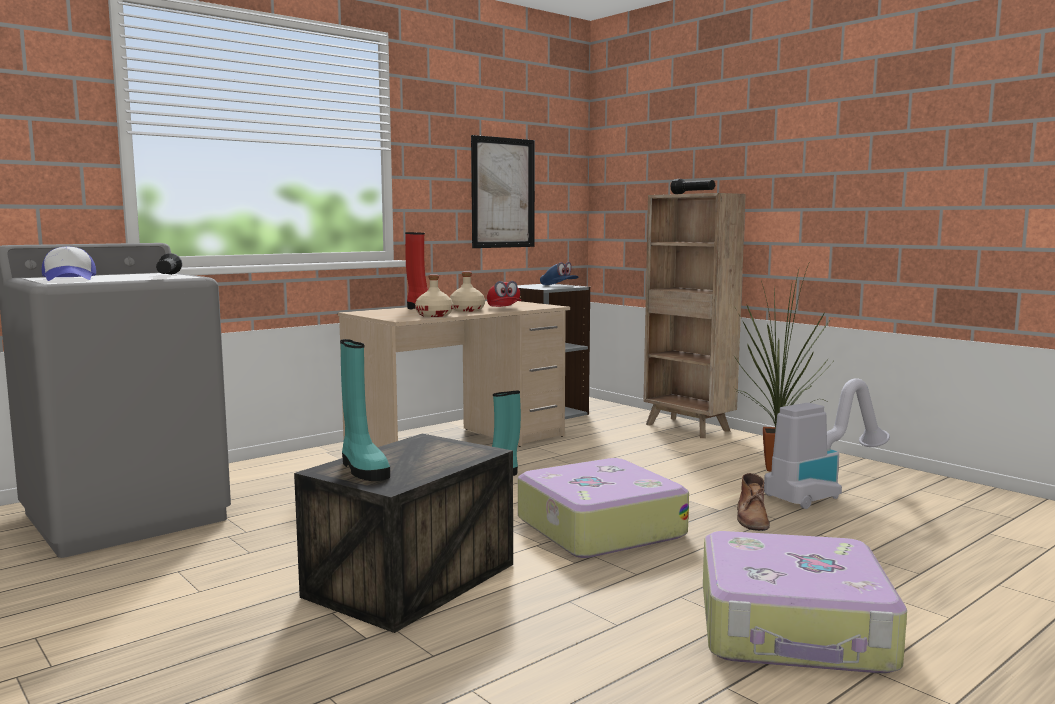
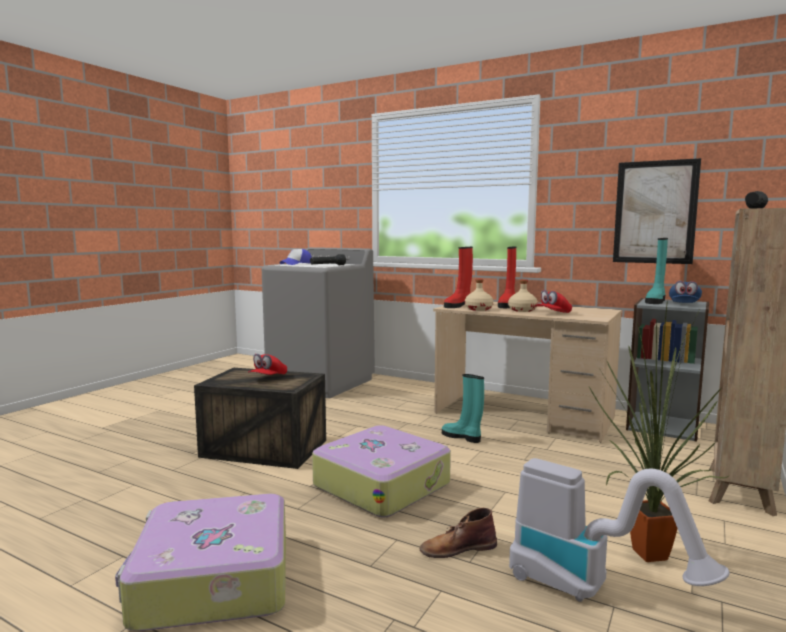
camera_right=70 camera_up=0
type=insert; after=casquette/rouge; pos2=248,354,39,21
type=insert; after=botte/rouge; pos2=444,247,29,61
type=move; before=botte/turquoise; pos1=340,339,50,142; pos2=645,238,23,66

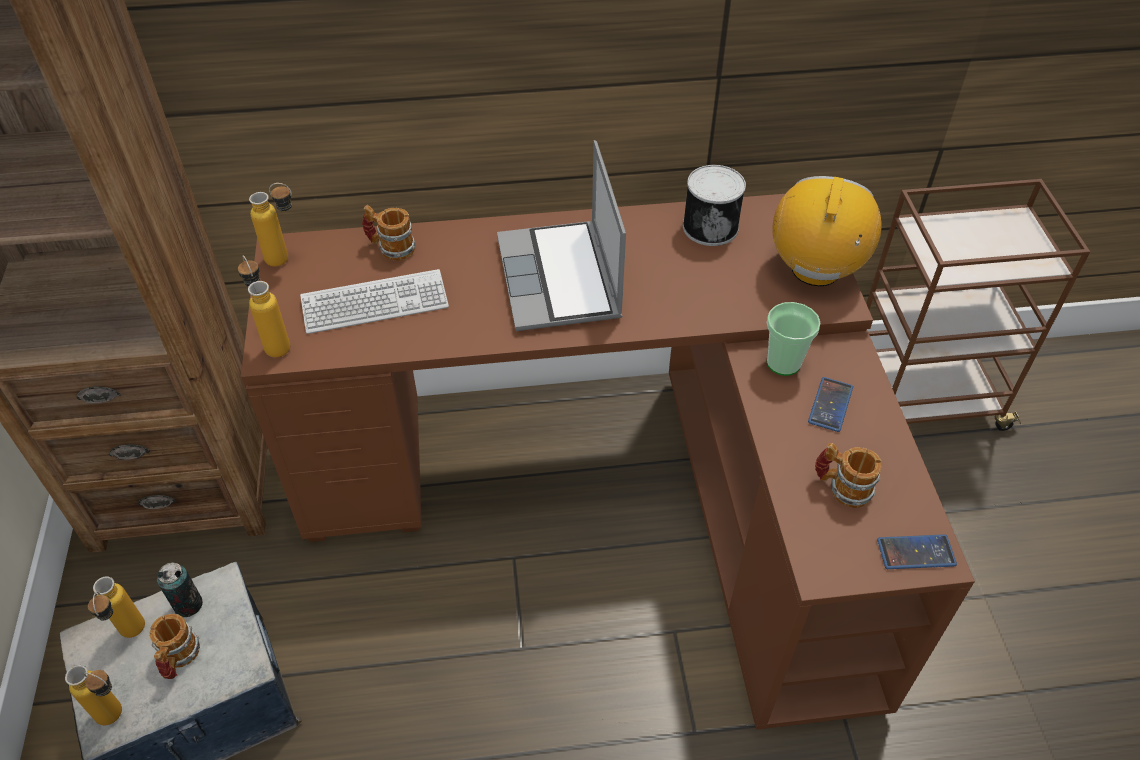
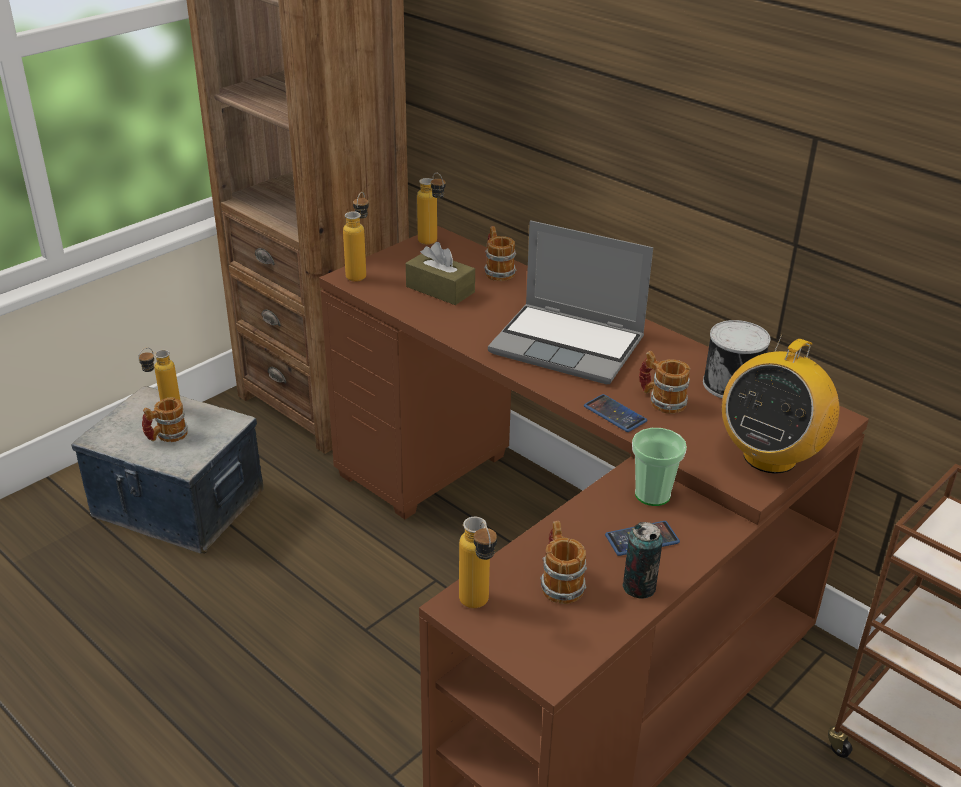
camera_right=50 camera_up=-15
type=insert; after=mug; pos2=639,351,51,63
type=move; before=bouteille; pos1=65,665,57,60; pos2=459,517,38,91
type=move; before=boîte métallique; pos1=157,563,46,54; pos2=622,522,41,77
type=move; before=téléphone; pos1=877,534,80,35; pos2=584,394,63,38
type=replace; before=clavier; after=boîte à mouchoirs/marron; pos1=300,269,149,65; pos2=406,242,69,63
type=rotate; before=ordinateur portable; pos1=497,140,129,191; pos2=488,220,165,165; turn=-105
type=rotate; before=radio; pos1=773,176,109,110; pos2=722,334,118,140; turn=150

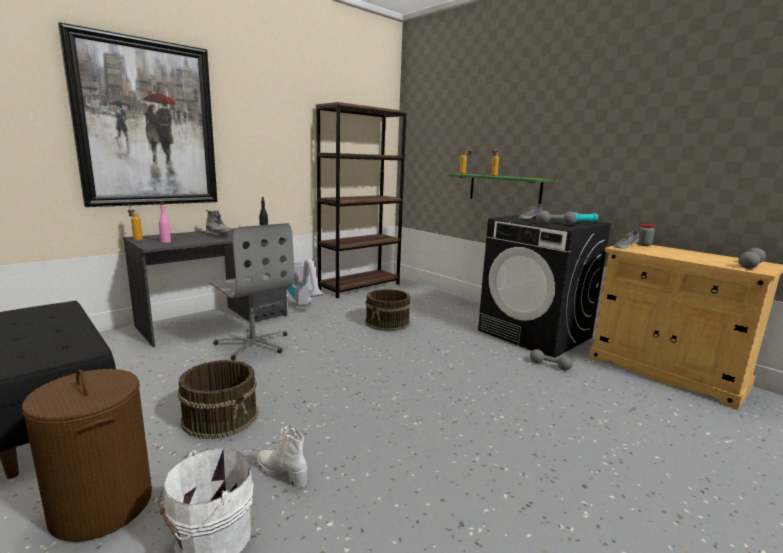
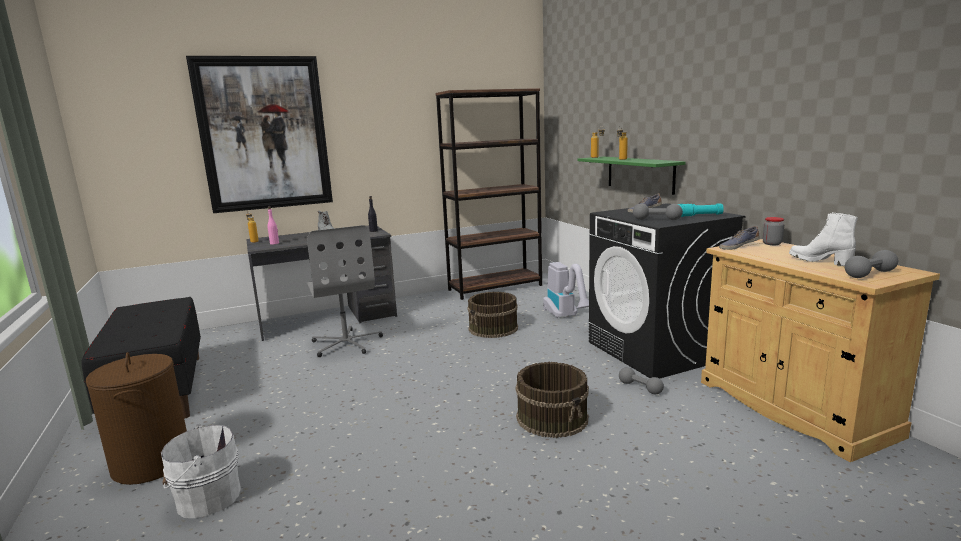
camera_right=20 camera_up=0
type=move; before=seau/marron; pos1=178,360,80,79; pos2=515,362,74,76
type=move; before=botte/blanc; pos1=257,426,50,62; pos2=789,212,69,54
type=move; before=aspirateur; pos1=286,258,38,49; pos2=543,262,46,56

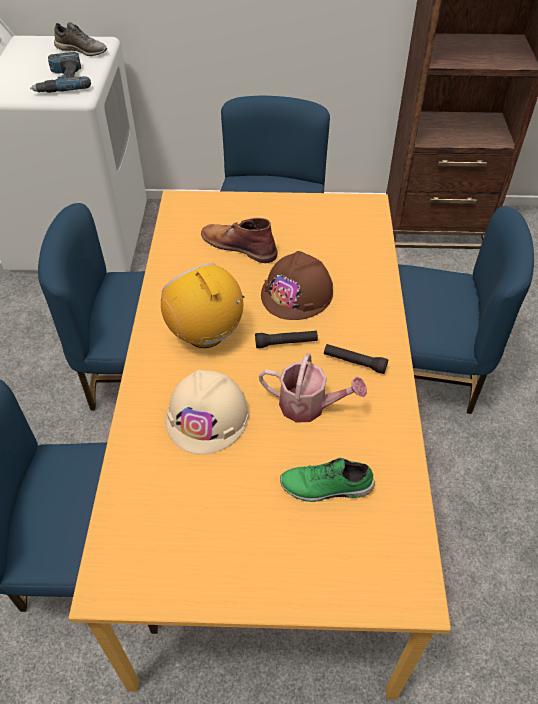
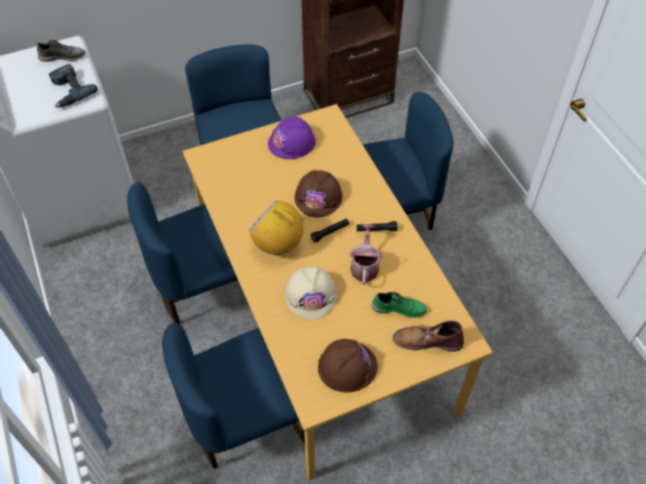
camera_right=-25 camera_up=5
type=insert; after=casque de chantier/violet; pos2=268,116,48,43
type=insert; after=casque de chantier/marron; pos2=318,339,60,54
type=move; before=botte/marron; pos1=201,218,76,45; pos2=393,320,71,31
type=rotate; before=arrosoir; pos1=259,353,108,70; pos2=350,224,32,61; turn=-75
type=rotate; before=chaussure/vert; pos1=280,458,95,44; pos2=371,292,56,26; turn=-150

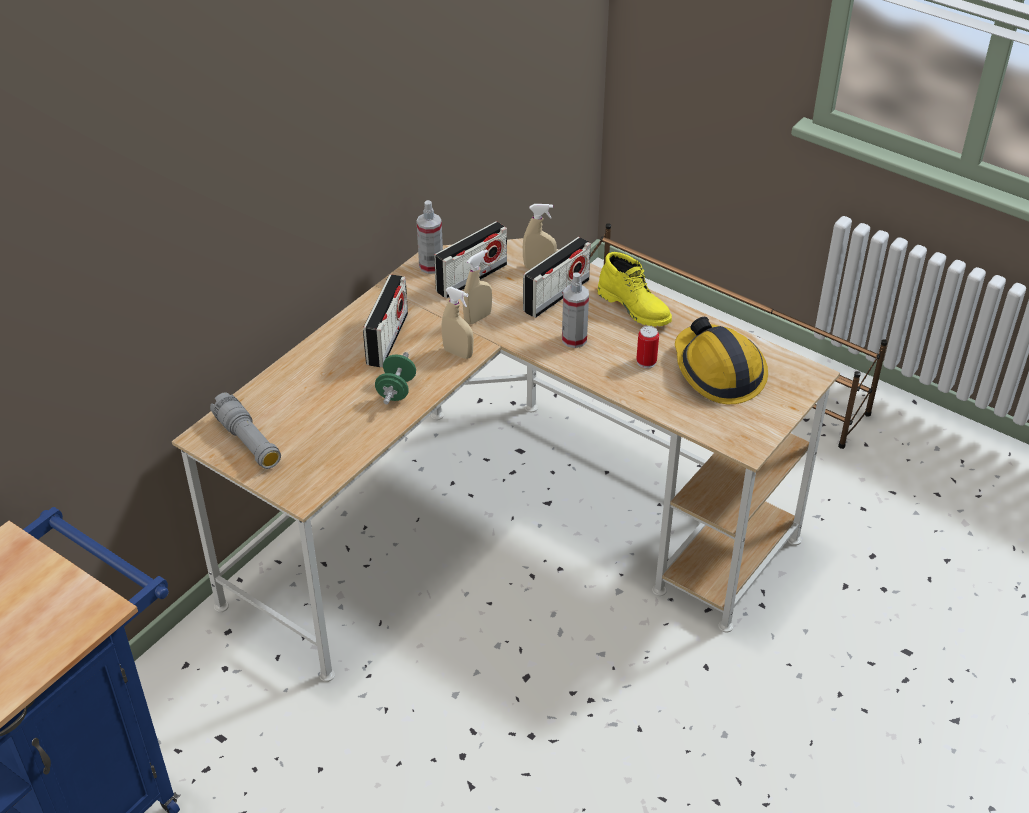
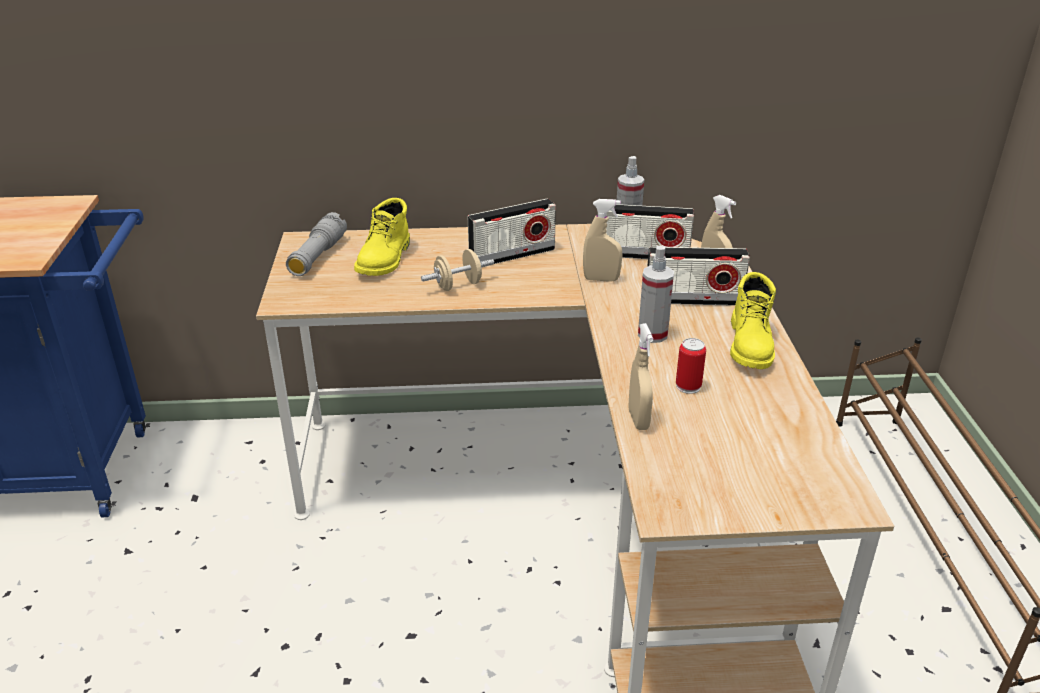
camera_right=50 camera_up=-10
type=delete; before=casque de chantier; pos1=675,317,93,87
type=insert; after=botte/jaune; pos2=354,198,56,78
type=move; before=vaporisateur/beige; pos1=441,287,33,72; pos2=628,323,25,107
type=recolor; before=haltère/vert; after=haltère/beige; pos1=375,352,41,52; pos2=421,249,73,42

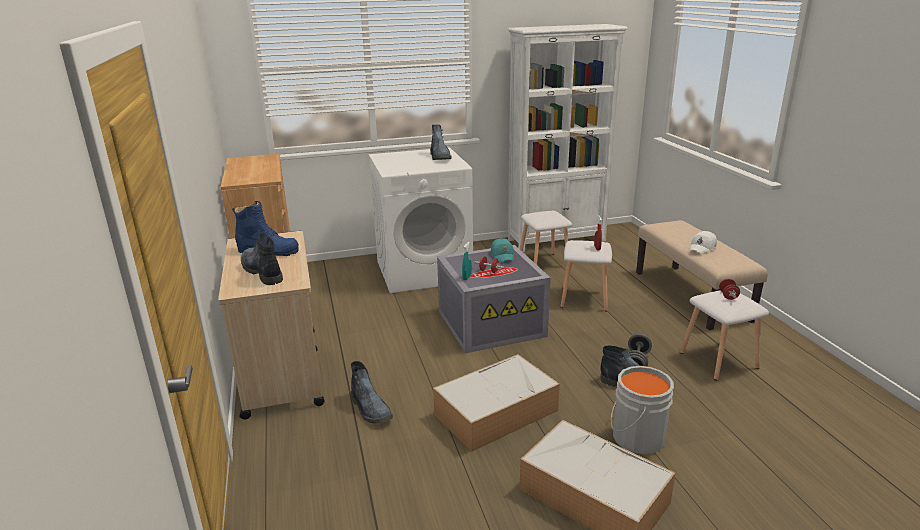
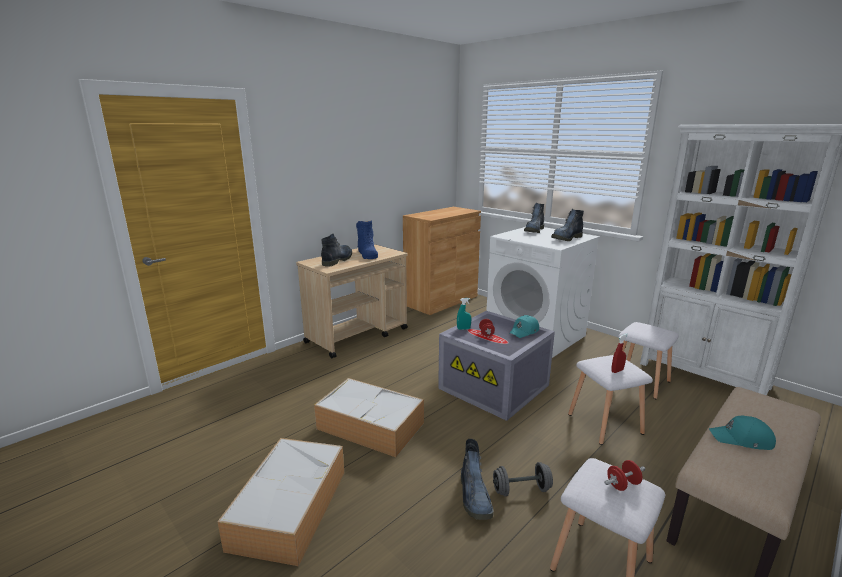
camera_right=60 camera_up=-5
type=delete; before=seau/gris; pos1=611,366,63,88
type=move; before=botte; pos1=351,361,42,63; pos2=524,203,20,30
type=recolor; before=casquette/blanc; after=casquette/turquoise; pos1=689,231,28,23; pos2=709,416,67,34

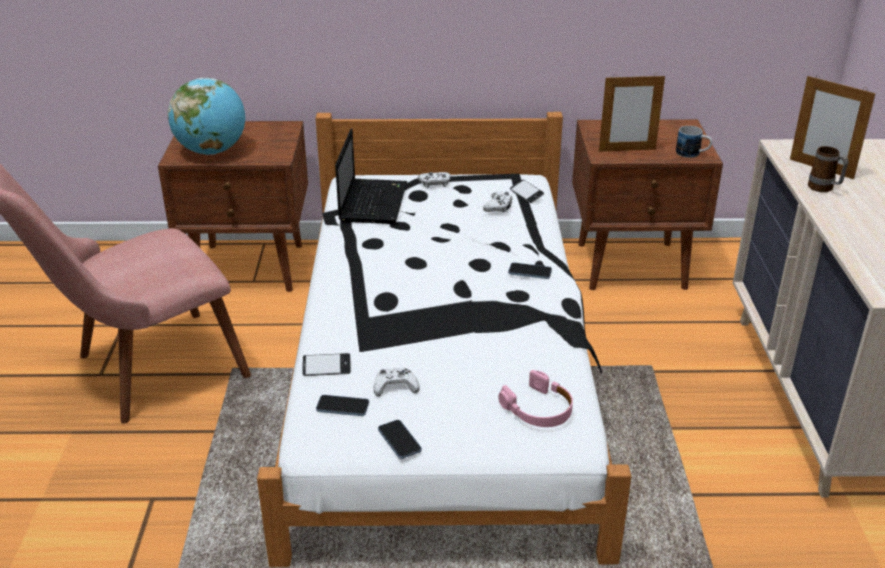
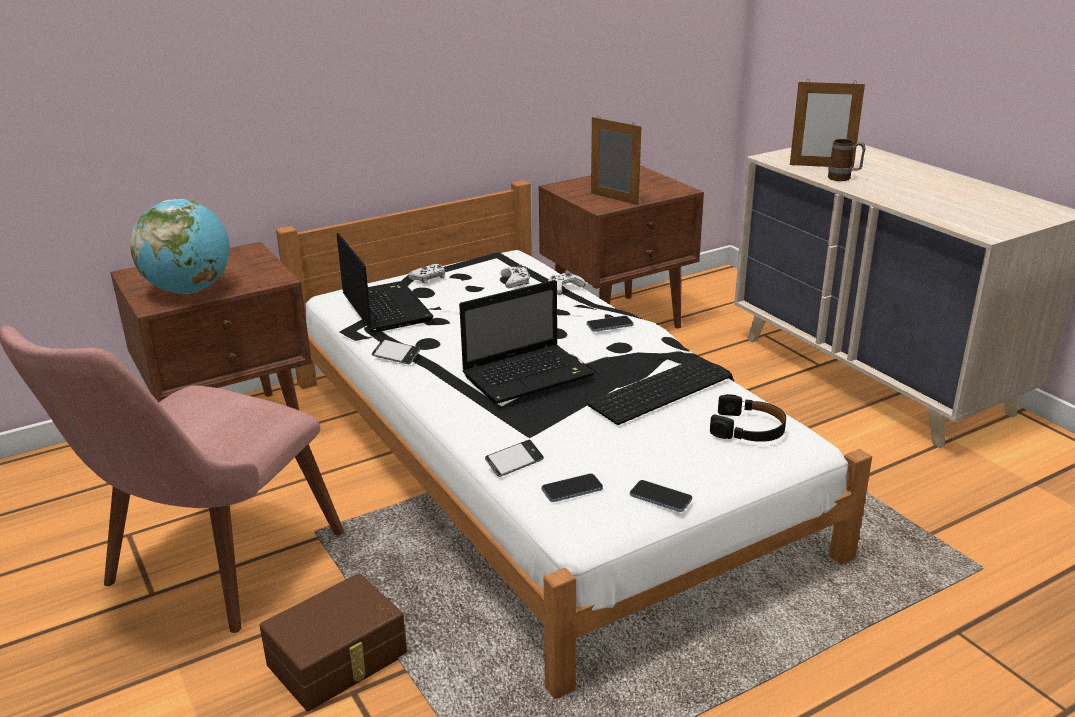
camera_right=-30 camera_up=-5
type=delete; before=mug; pos1=676,126,36,32
type=insert; after=boîte de rangement/marron; pos2=260,574,147,137
type=insert; after=ordinateur portable; pos2=459,280,135,124
type=insert; after=clavier; pos2=587,357,145,68
type=move; before=manette/blanc; pos1=374,368,46,29; pos2=548,273,38,22
type=move; before=téléphone; pos1=510,180,34,23; pos2=372,339,48,25
type=recolor; before=casque audio/rose; after=casque audio/noir; pos1=498,370,75,57; pos2=710,394,76,48
type=rotate; before=cadre photo; pos1=599,73,66,79; pos2=591,117,50,88; turn=-105

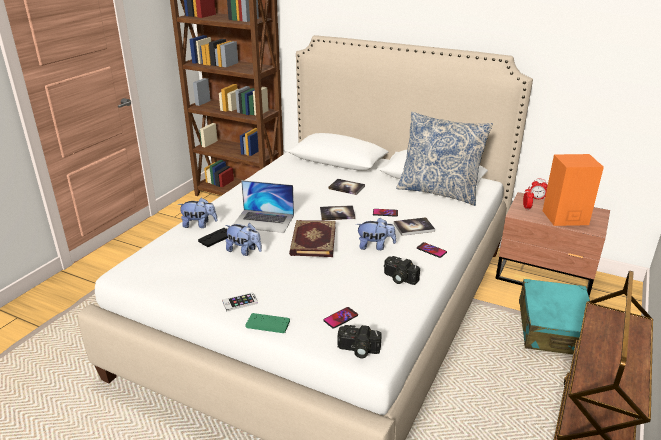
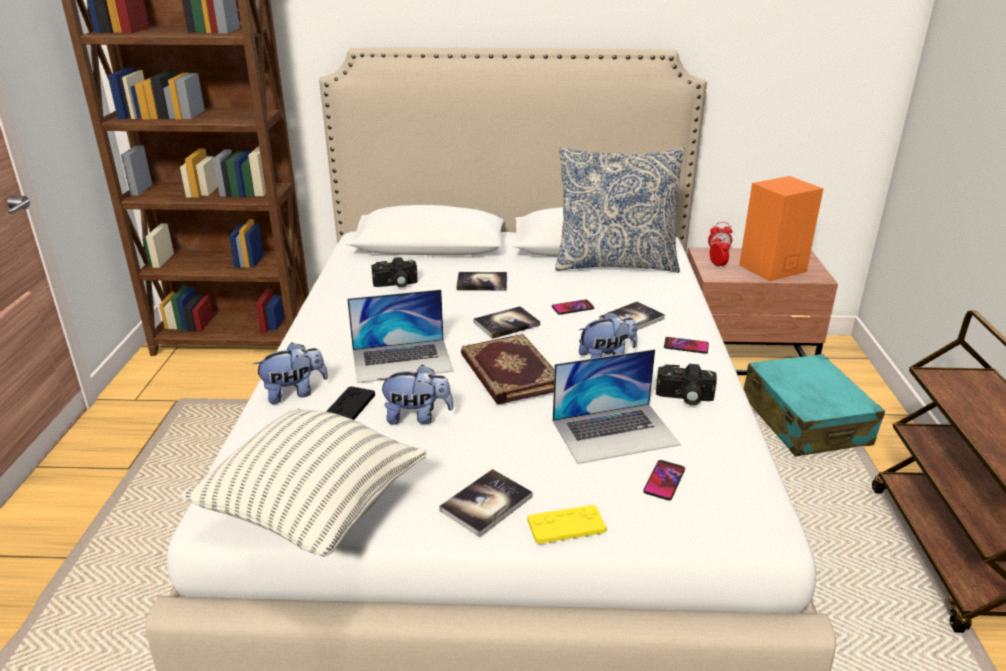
camera_right=-25 camera_up=0
type=insert; after=coussin; pos2=181,407,246,150
type=insert; after=ordinateur portable; pos2=553,349,128,115
type=move; before=appareil photo; pos1=338,325,44,33; pos2=371,257,47,31
type=replace; before=téléphone; after=livre; pos1=222,292,36,20; pos2=439,469,94,68
type=recolor; before=manette/vert; after=manette/jaune; pos1=245,313,45,20; pos2=527,505,80,39

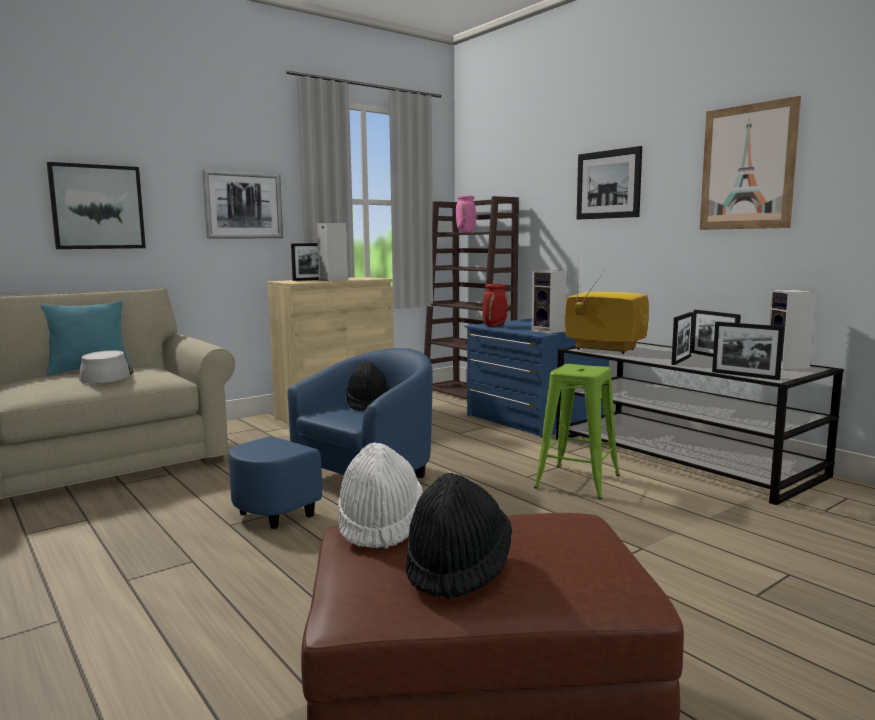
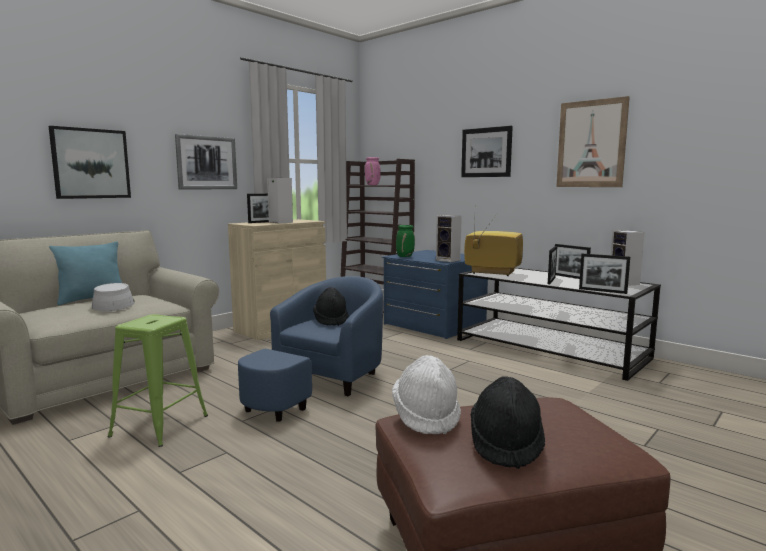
camera_right=-10 camera_up=0
type=move; before=tabouret/vert; pos1=534,364,86,135; pos2=108,314,100,133
type=recolor; before=vase/rouge; after=vase/vert; pos1=482,284,26,43; pos2=396,225,19,32

